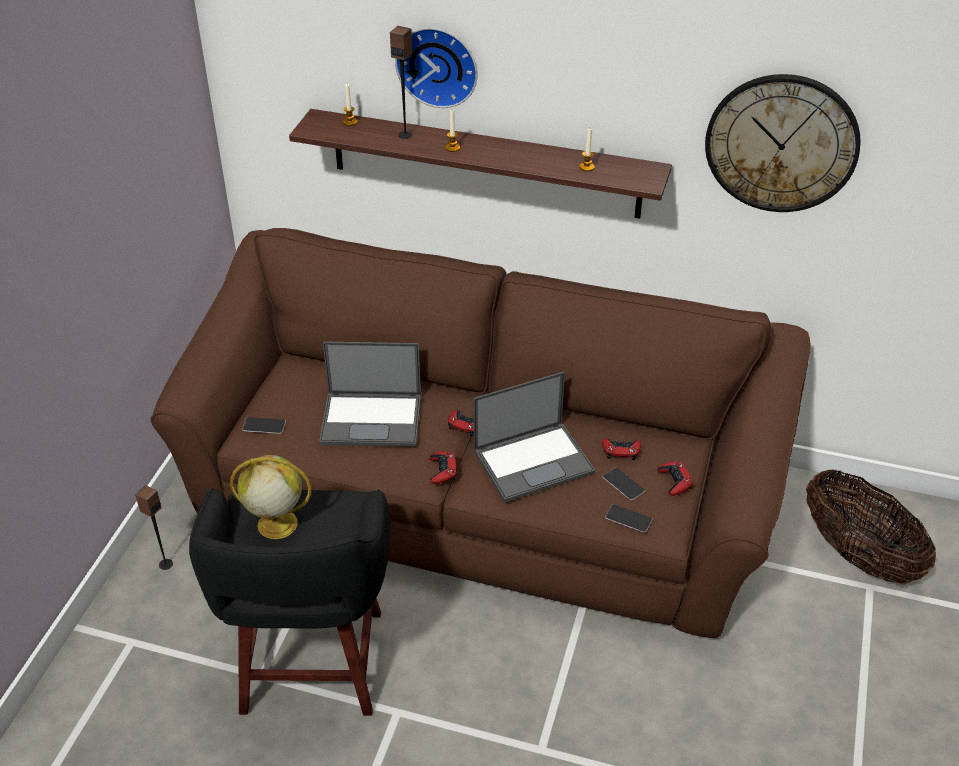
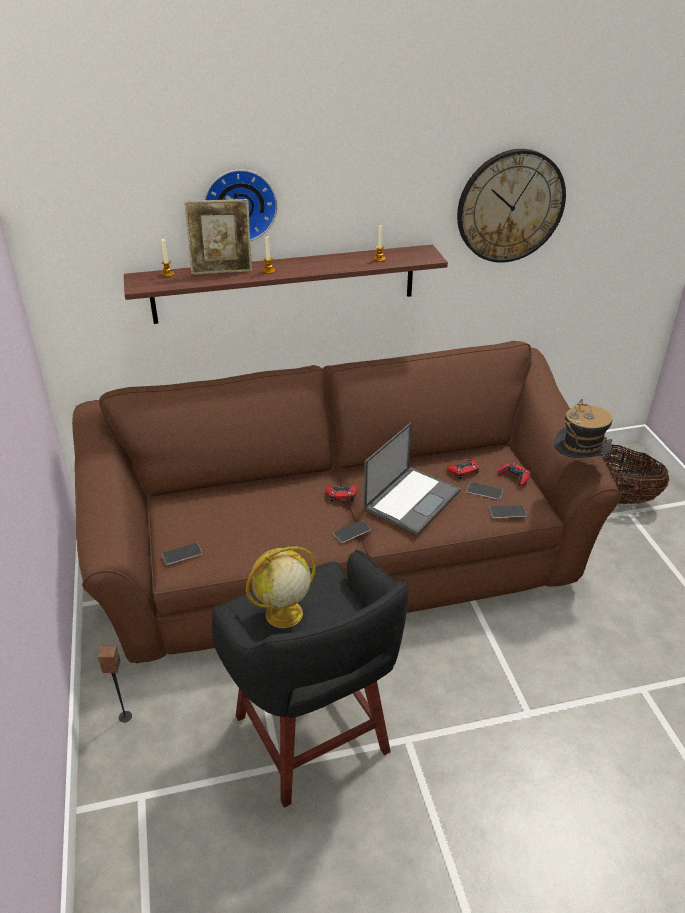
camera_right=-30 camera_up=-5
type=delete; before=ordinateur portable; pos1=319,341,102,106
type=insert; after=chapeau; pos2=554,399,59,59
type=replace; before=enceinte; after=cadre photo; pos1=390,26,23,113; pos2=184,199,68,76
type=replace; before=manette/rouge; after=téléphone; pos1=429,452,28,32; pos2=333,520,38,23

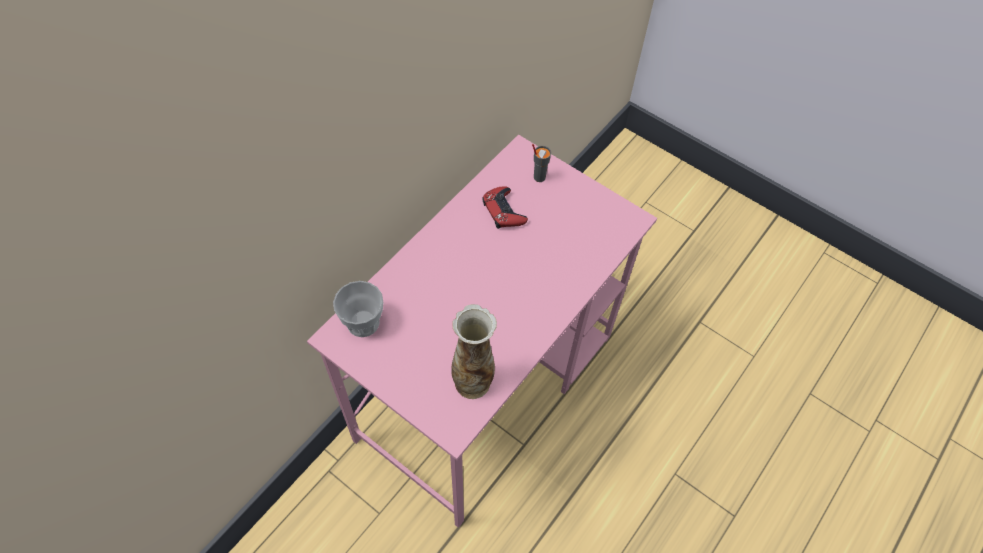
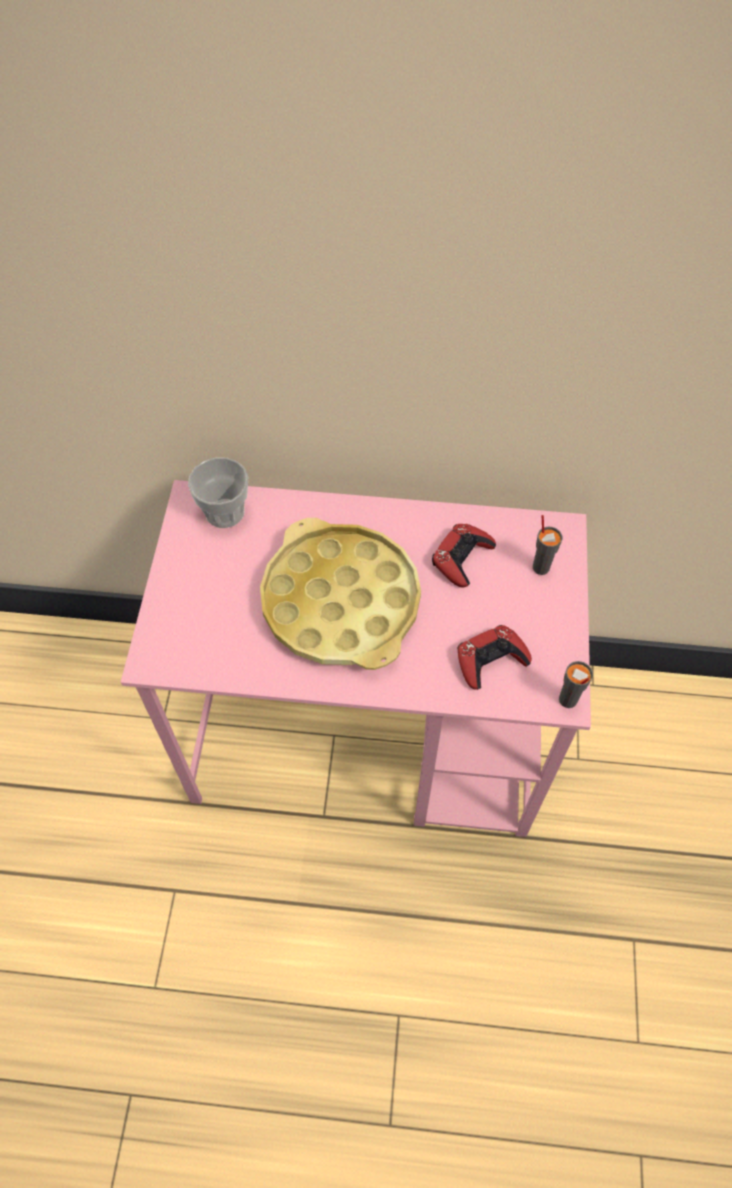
camera_right=60 camera_up=0
type=delete; before=vase; pos1=451,304,46,95
type=insert; after=plateau/jaune; pos2=260,518,161,152
type=insert; after=manette/rouge; pos2=458,625,74,65
type=insert; after=tasse/gris; pos2=559,661,34,47

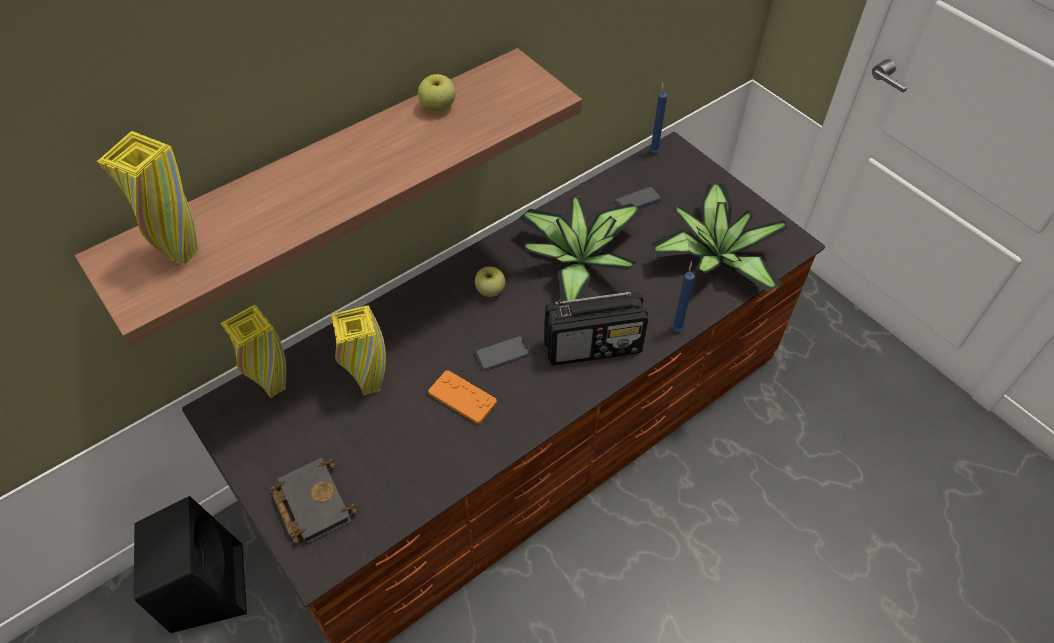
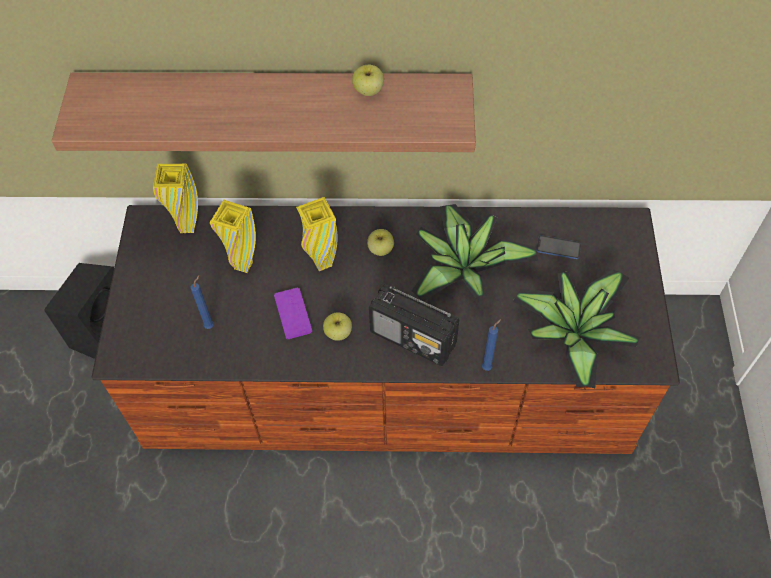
camera_right=40 camera_up=5
type=delete; before=livre/noir; pos1=271,458,87,86
type=delete; before=téléphone; pos1=475,335,55,36
type=insert; after=pomme; pos2=323,312,29,29
type=move; before=vase/jaune; pos1=97,131,102,135; pos2=296,197,41,74
type=move; before=bougie/bleu; pos1=650,82,17,71; pos2=191,276,23,53
type=recolor; before=manette/orange; after=manette/violet; pos1=428,370,69,54; pos2=274,287,38,52

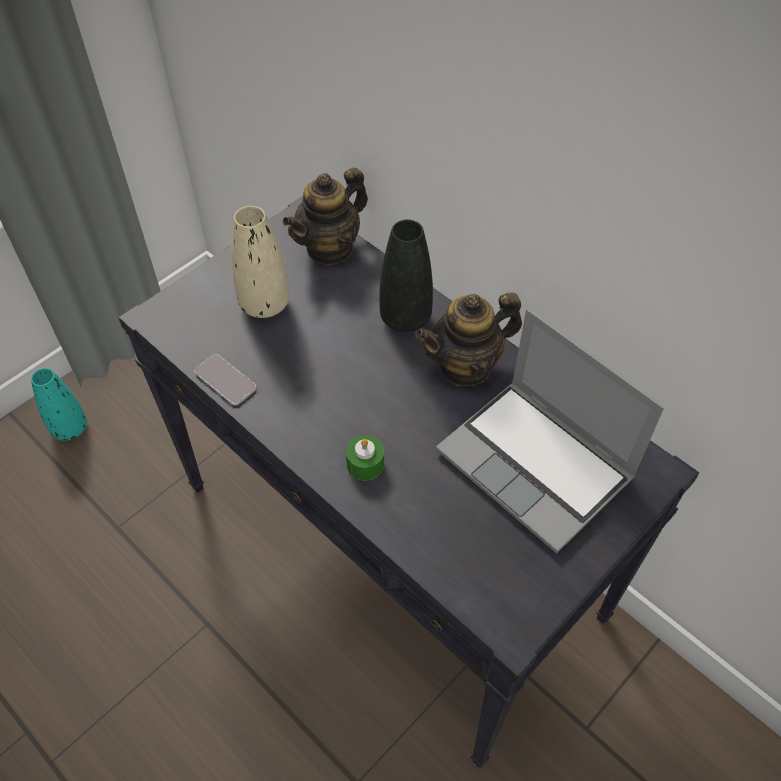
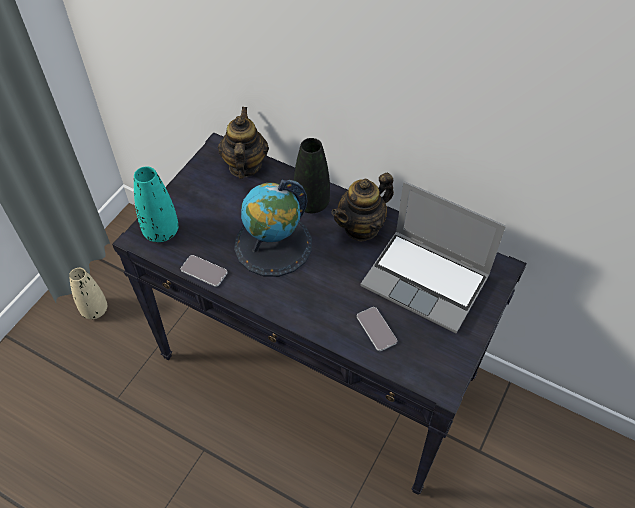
camera_right=-15 camera_up=0
type=delete; before=bougie/vert; pos1=346,435,38,45
type=insert; after=globe; pos2=234,180,78,97
type=insert; after=téléphone; pos2=357,307,40,44
type=move; before=vase/turquoise; pos1=31,368,56,73; pos2=134,166,44,76
type=move; before=vase/beige; pos1=232,206,57,112; pos2=69,268,38,51
type=rotate; before=théière; pos1=283,168,85,98; pos2=218,107,51,72; turn=150

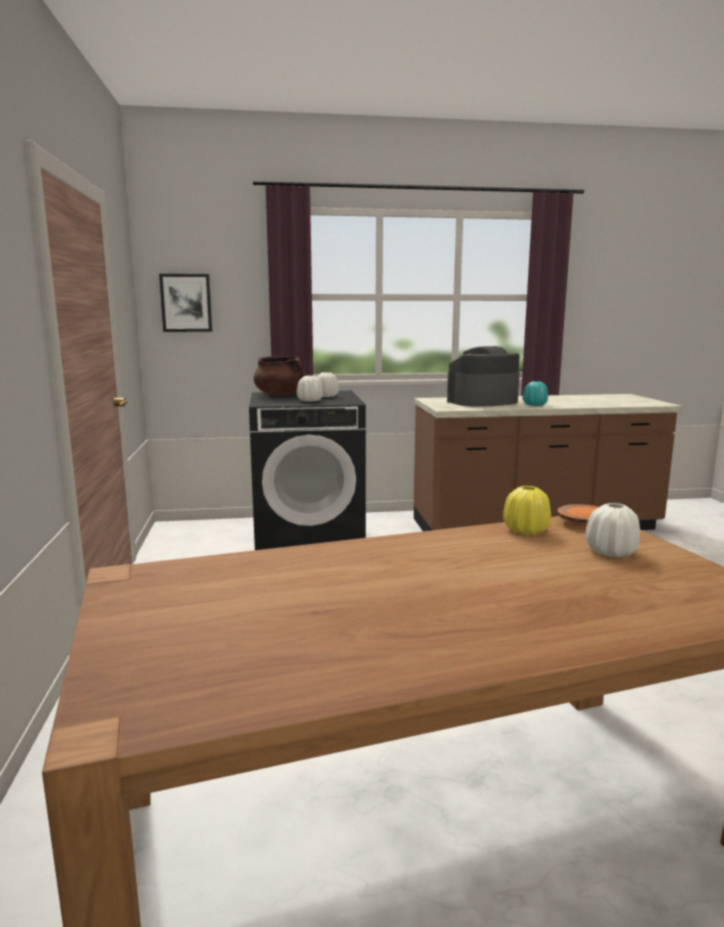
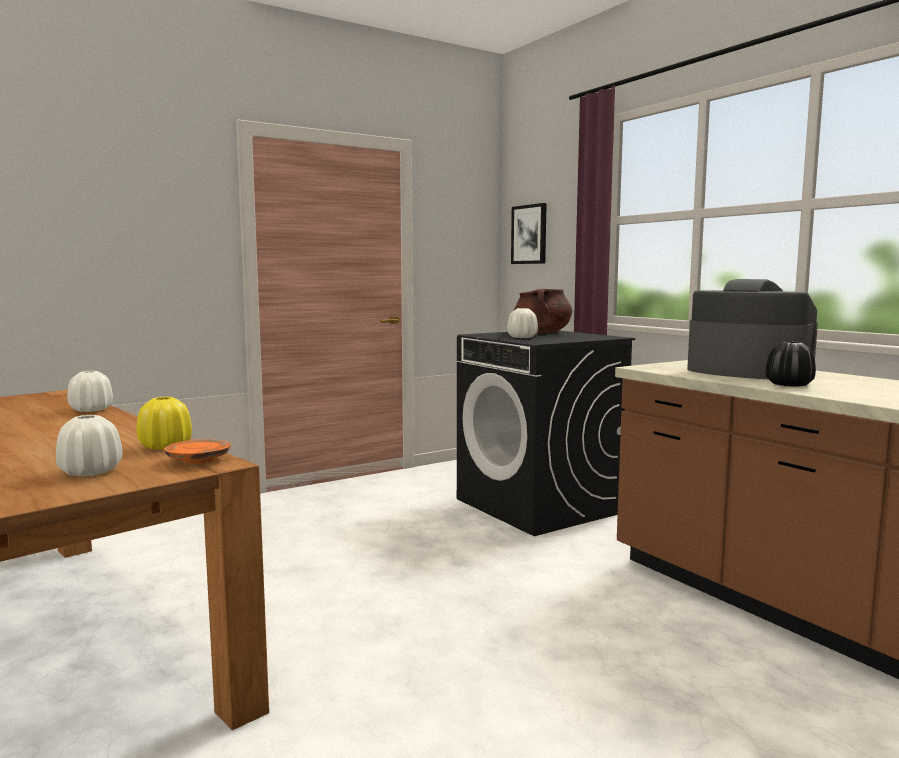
camera_right=65 camera_up=-5
type=move; before=vase/blanc; pos1=317,372,22,25; pos2=67,371,46,41
type=recolor; before=vase/turquoise; after=vase/noir; pos1=523,381,25,25; pos2=766,342,50,45

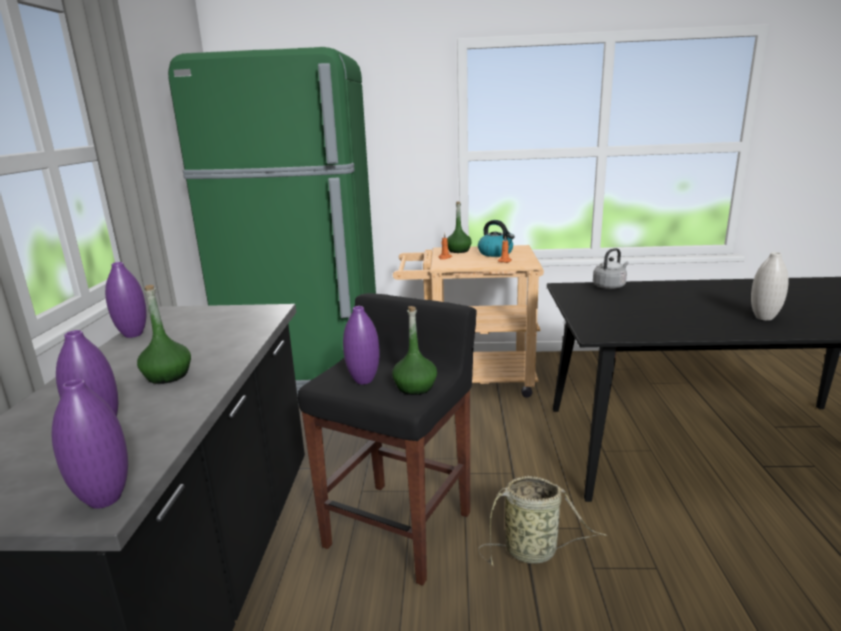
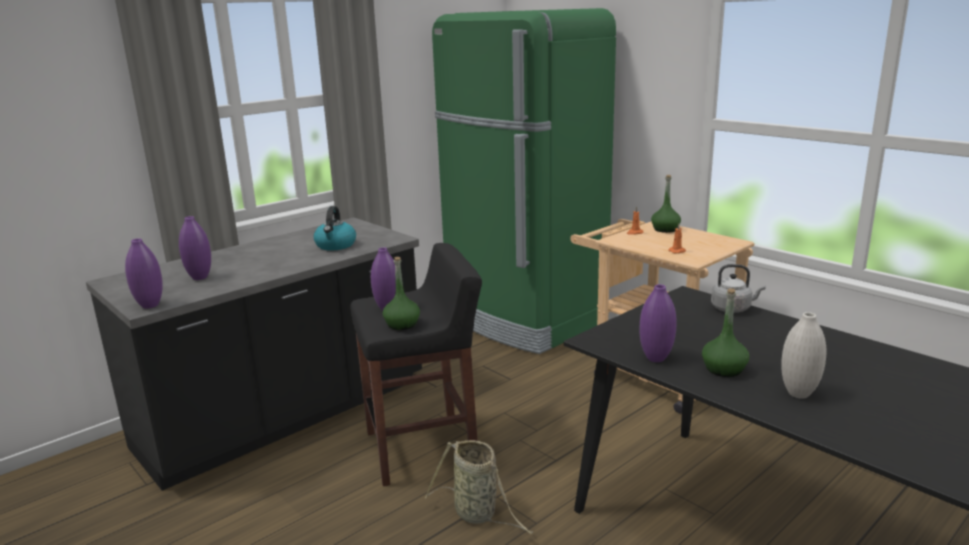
camera_right=45 camera_up=0
type=move; before=vase/violet; pos1=105,262,42,76; pos2=639,284,38,78
type=move; before=bouteille/vert; pos1=137,285,54,99; pos2=702,288,47,89
type=move; before=bouilloire; pos1=478,220,37,37; pos2=313,206,43,45

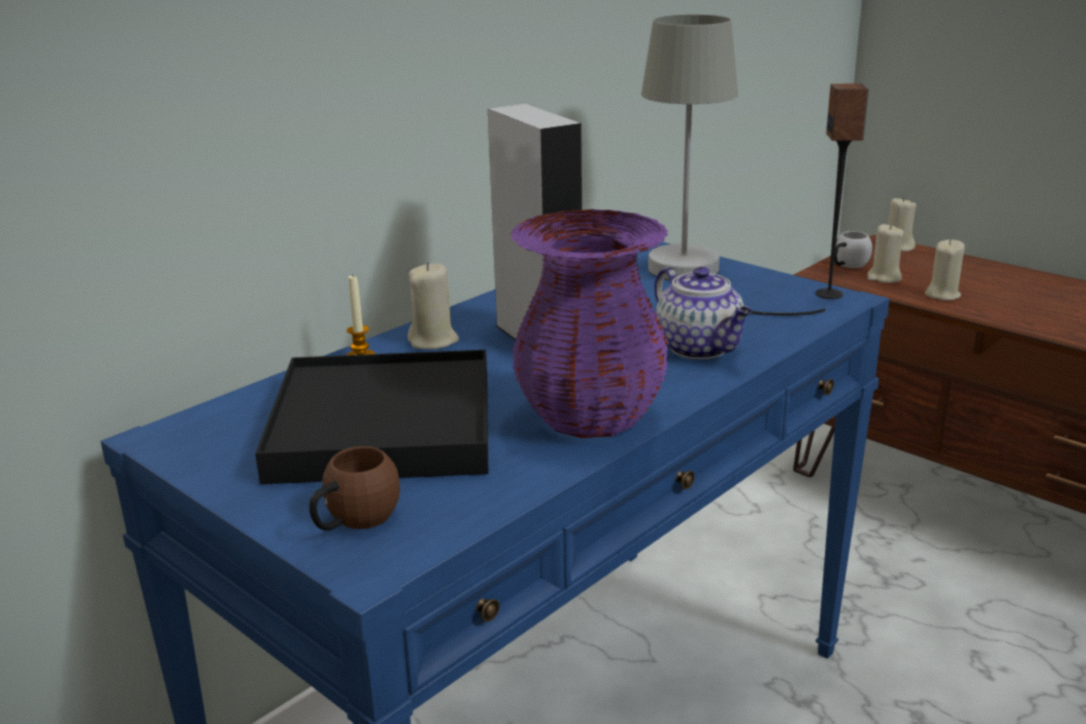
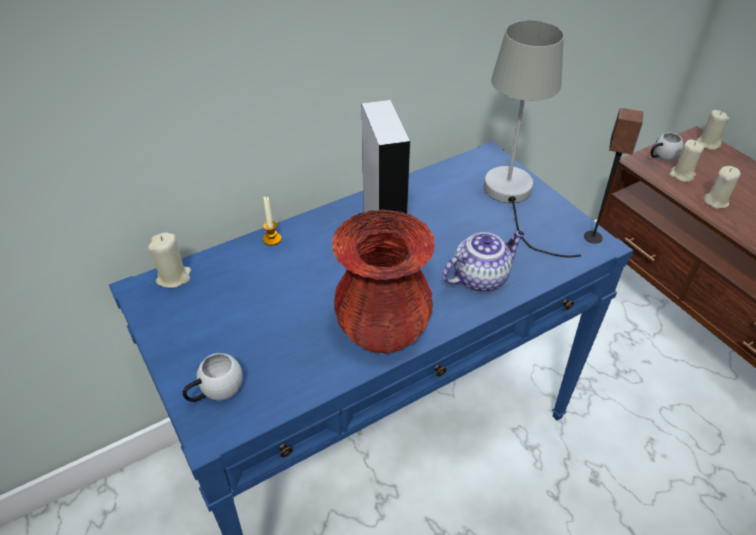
camera_right=15 camera_up=20
type=delete; before=plateau/noir; pos1=255,350,233,134
type=move; before=bougie/beige; pos1=408,262,51,87; pos2=148,232,43,56
type=recolor; before=mug/marron; after=mug/blanc; pos1=309,446,91,84; pos2=183,353,60,49
type=recolor; before=vase/violet; after=vase/rouge; pos1=511,209,157,229; pos2=332,209,103,145
type=rotate; before=théière; pos1=654,267,98,92; pos2=442,231,82,61; turn=-105

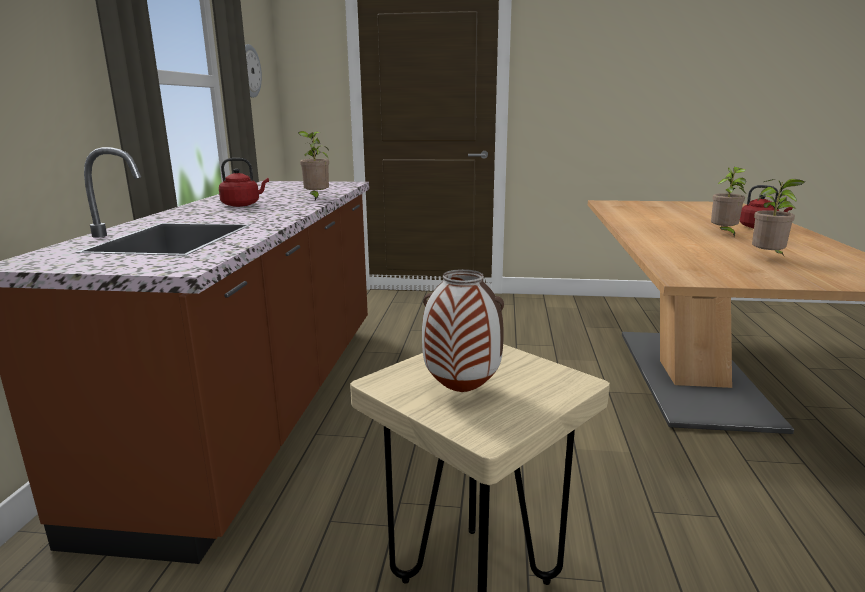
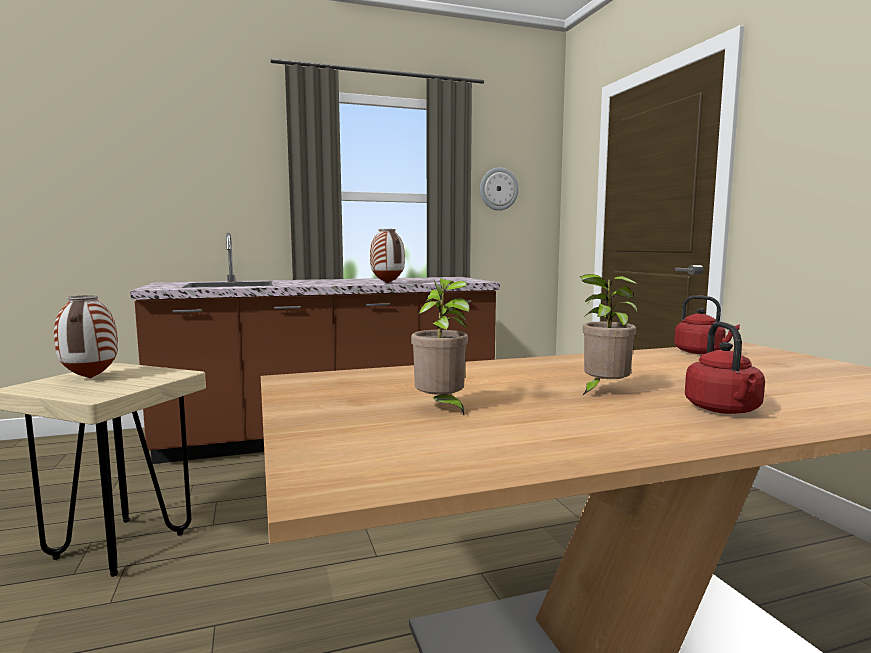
camera_right=65 camera_up=-10
type=move; before=bouilloire/rouge; pos1=219,158,50,49; pos2=674,295,66,59
type=replace; before=plante en pot; after=vase; pos1=299,131,30,69; pos2=370,229,35,54

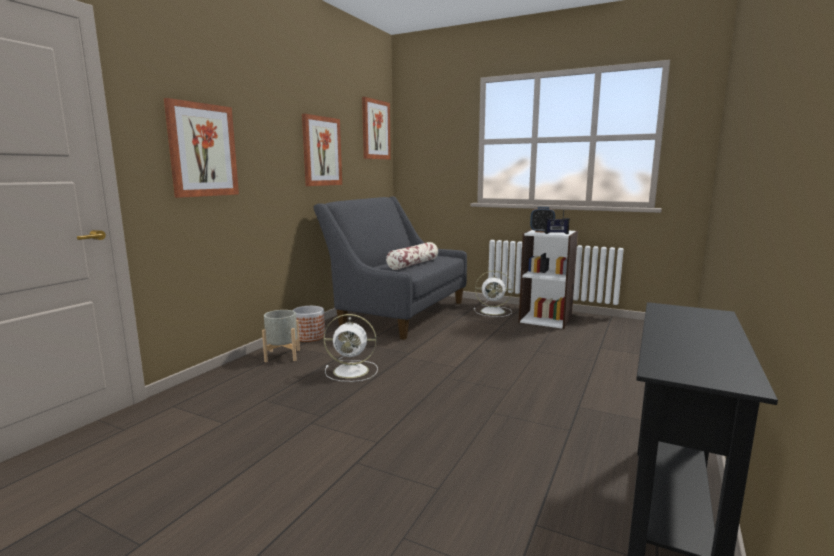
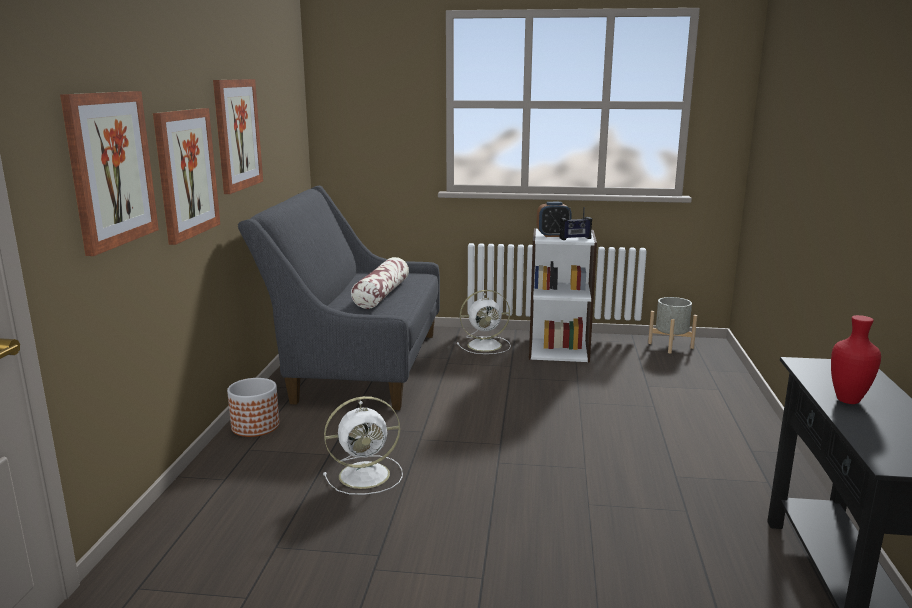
camera_right=-20 camera_up=5
type=insert; after=vase/rouge; pos2=831,315,50,89
type=move; before=cache-pot/gris; pos1=262,310,38,52; pos2=648,297,49,57
type=move; before=tableau; pos1=362,97,29,63; pos2=153,108,67,137

